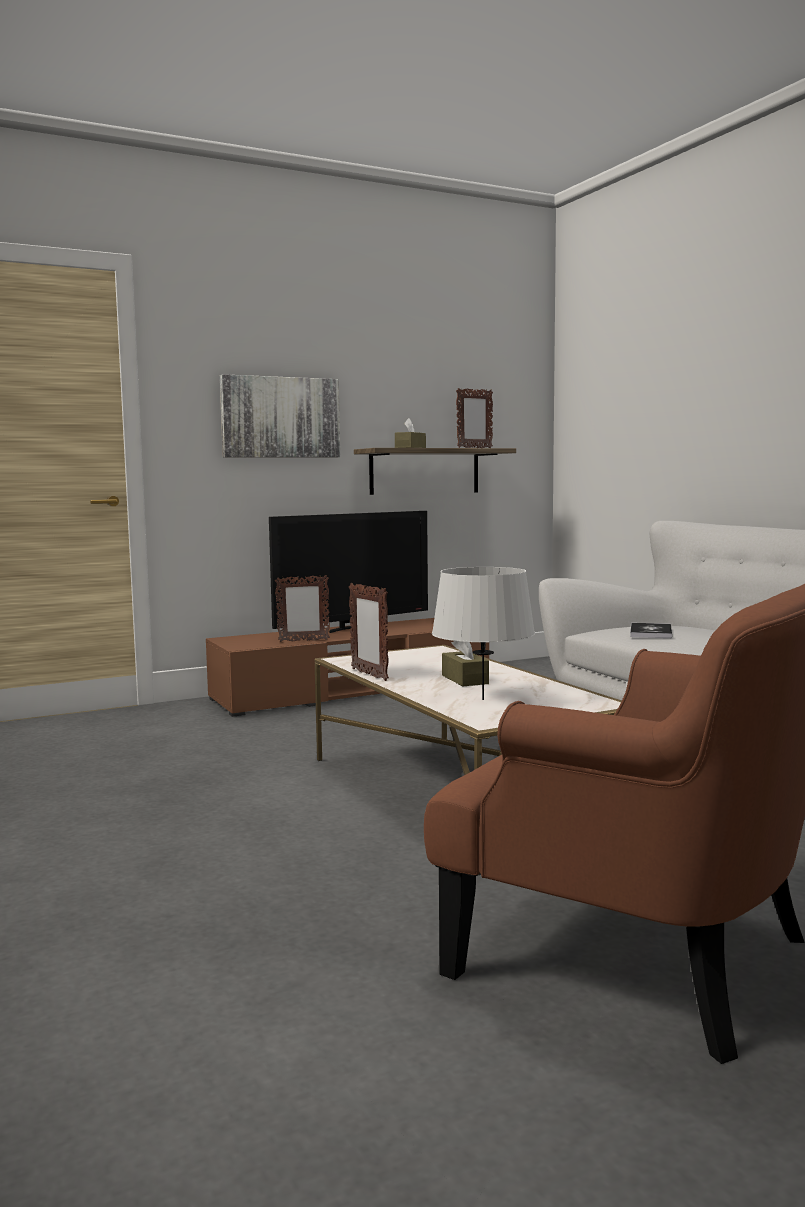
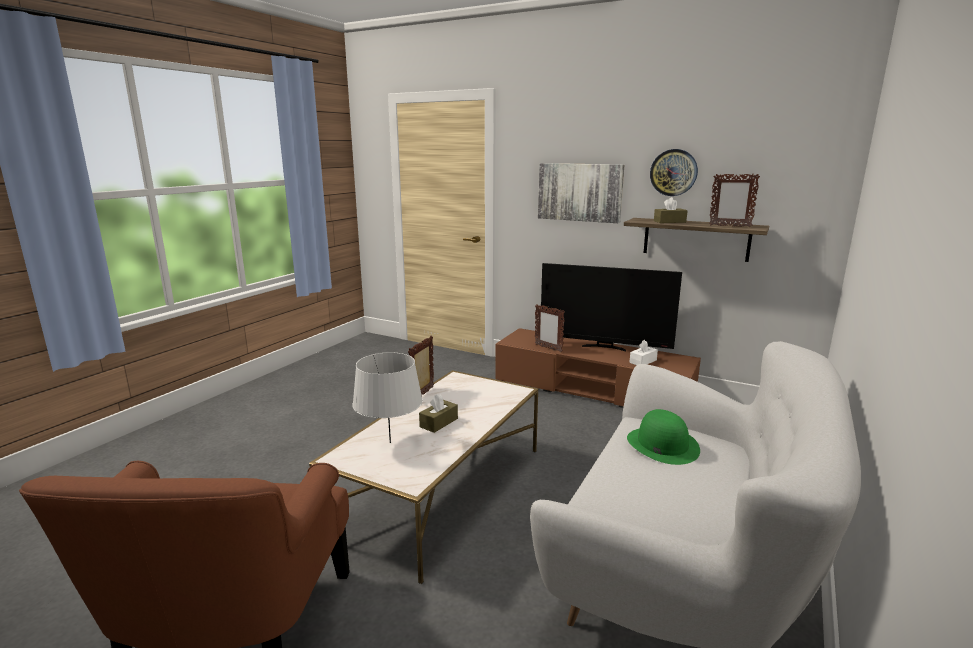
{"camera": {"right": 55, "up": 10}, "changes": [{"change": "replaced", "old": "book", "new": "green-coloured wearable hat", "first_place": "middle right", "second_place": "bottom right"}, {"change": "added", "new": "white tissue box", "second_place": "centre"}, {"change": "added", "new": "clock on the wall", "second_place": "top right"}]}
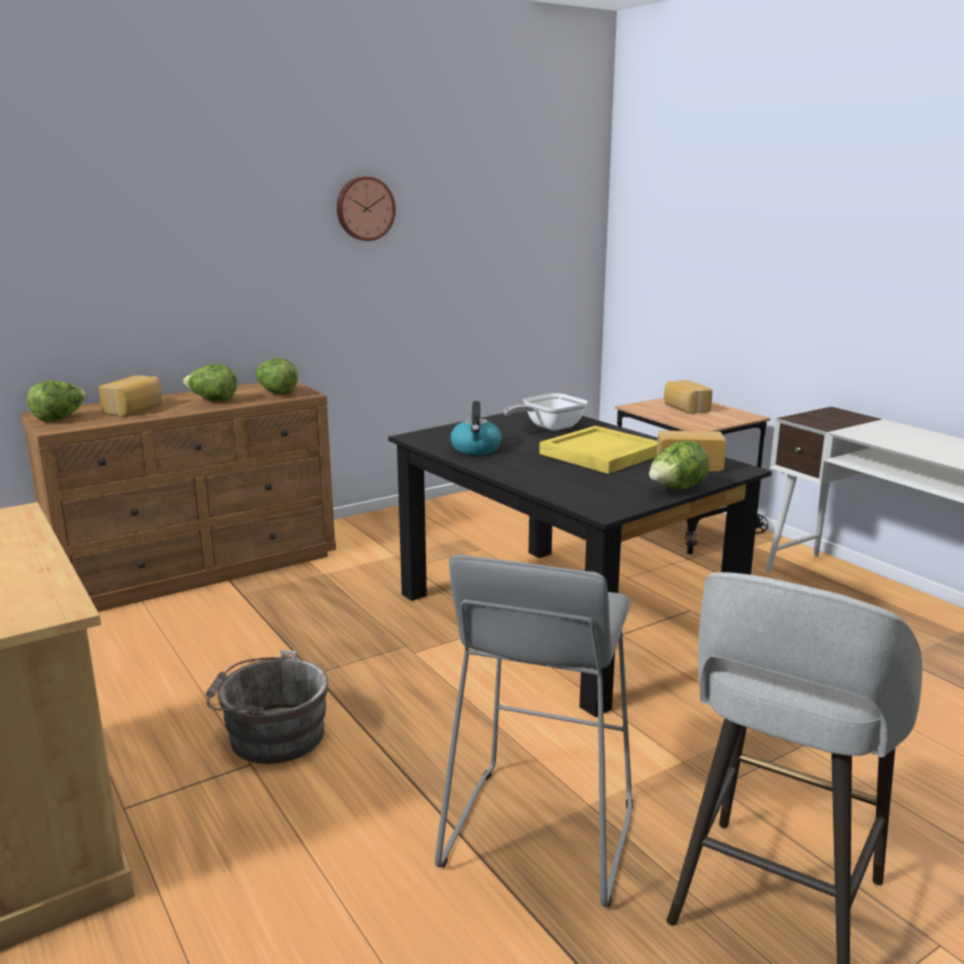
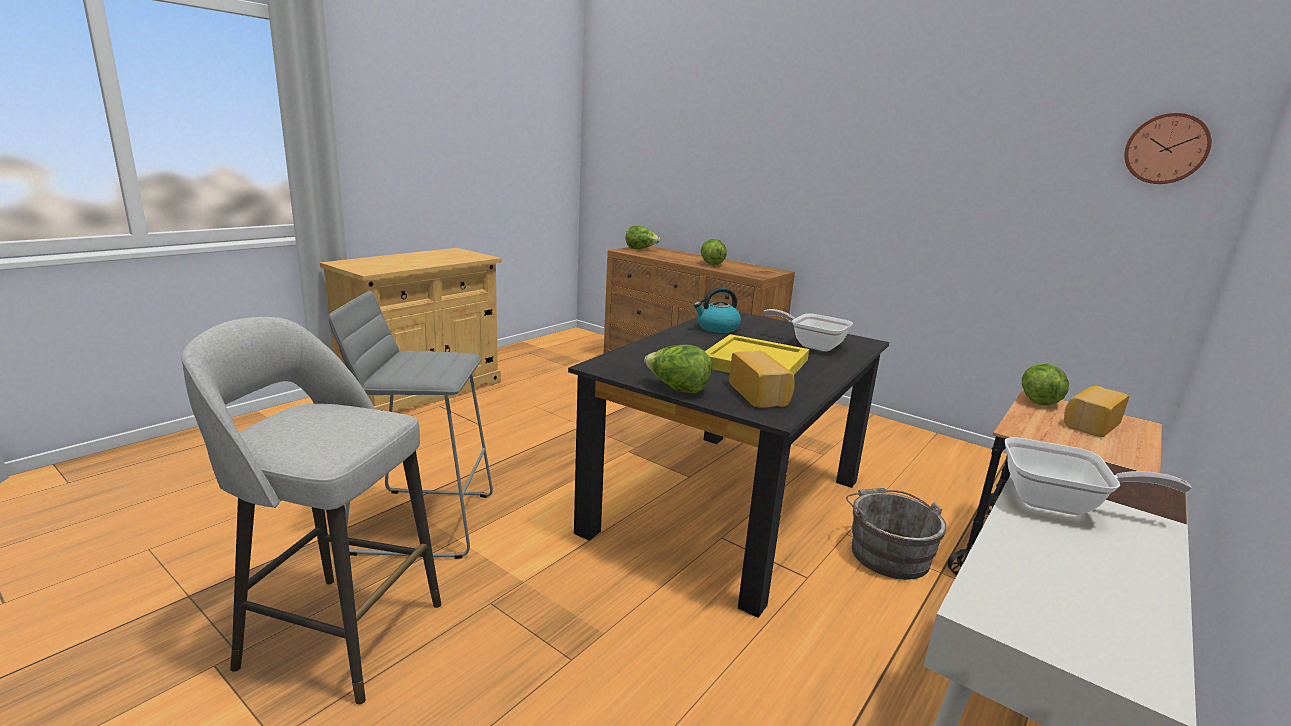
{"camera": {"right": 70, "up": 0}, "changes": [{"change": "moved", "old": "greyish water bucket", "first_place": "bottom left", "second_place": "bottom right"}, {"change": "added", "new": "pan (2nd from left)", "second_place": "middle right"}, {"change": "moved", "old": "lettuce head (3rd from left in the first image)", "new": "lettuce head (4th from left)", "first_place": "middle left", "second_place": "middle right"}, {"change": "moved", "old": "clock on the wall", "first_place": "top centre", "second_place": "top right"}, {"change": "removed", "old": "bakery bread (1st from left)", "first_place": "middle left"}]}
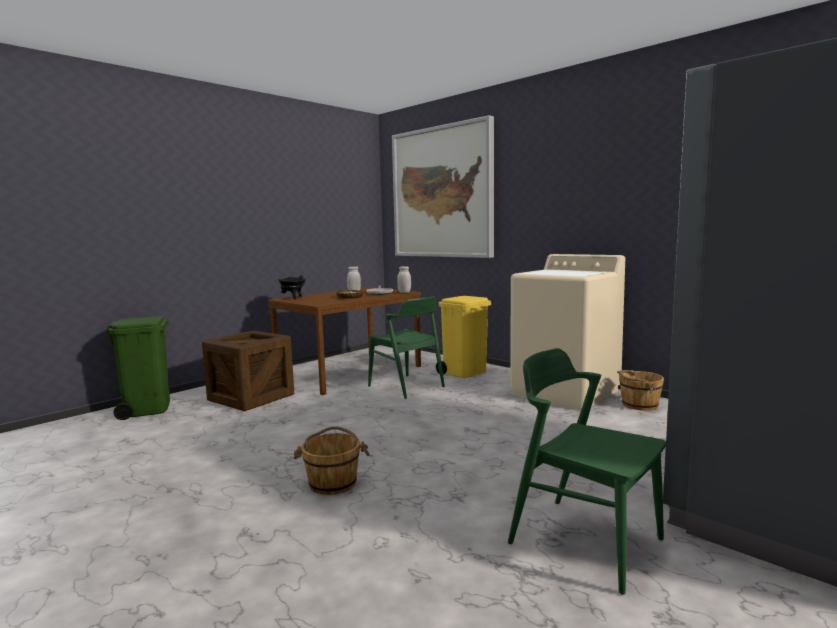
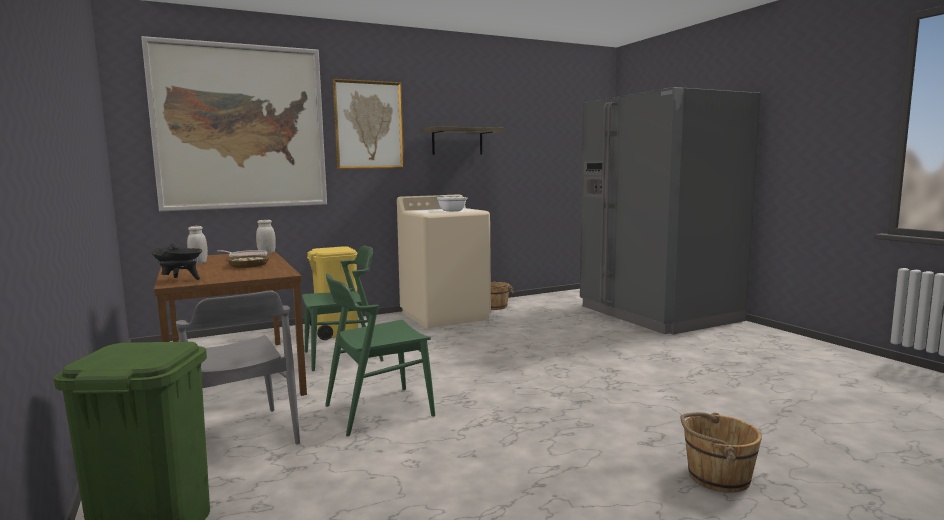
{"camera": {"right": -70, "up": 0}, "changes": [{"change": "replaced", "old": "crate", "new": "greyish upright chair", "first_place": "middle left", "second_place": "bottom left"}, {"change": "moved", "old": "green-coloured upright chair (2nd from left)", "first_place": "bottom right", "second_place": "bottom centre"}, {"change": "added", "new": "picture (2nd from left)", "second_place": "top centre"}, {"change": "added", "new": "shelf", "second_place": "top centre"}, {"change": "added", "new": "pan (2nd from left)", "second_place": "centre"}, {"change": "moved", "old": "brown water bucket (1st from left in the first image)", "new": "brown water bucket (2nd from left)", "first_place": "bottom centre", "second_place": "bottom right"}]}
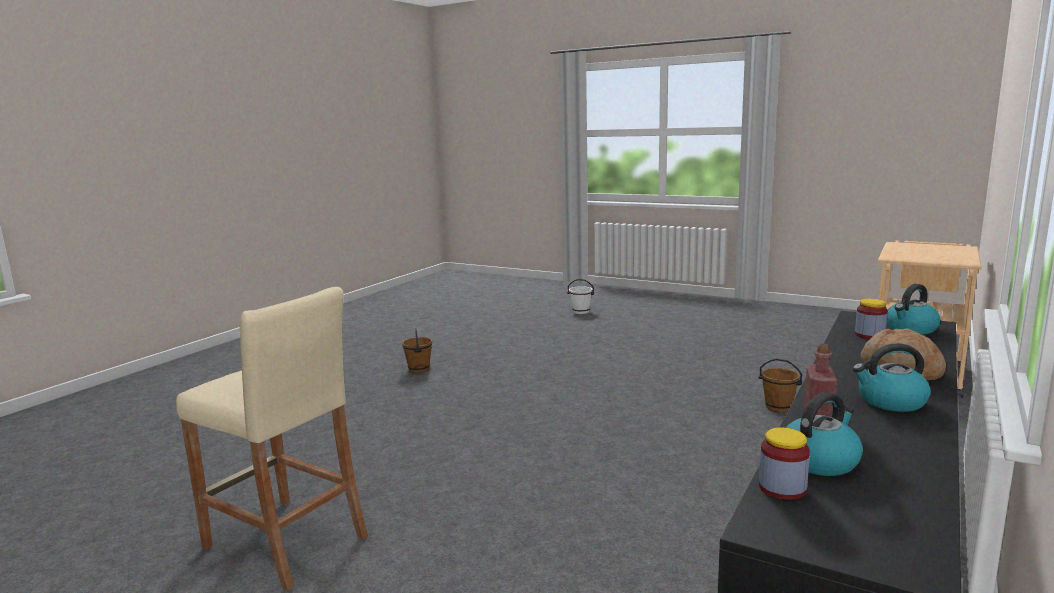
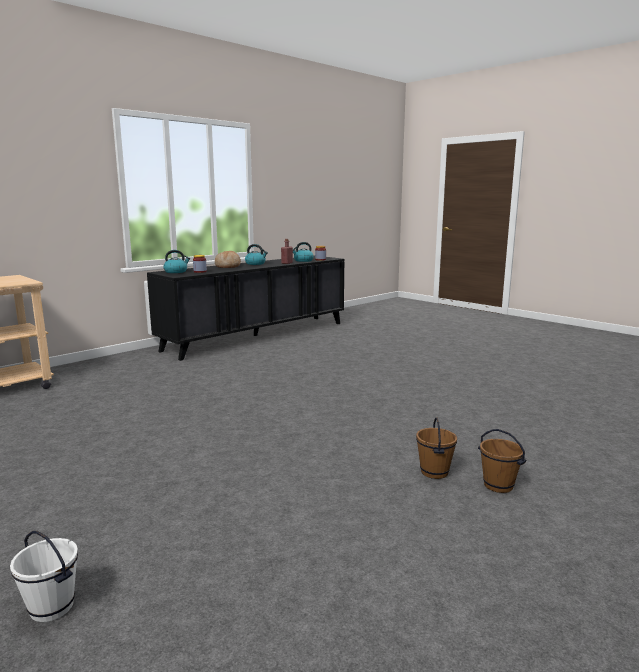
{"camera": {"right": -165, "up": 0}, "changes": [{"change": "moved", "old": "brown water bucket (2nd from left)", "first_place": "middle right", "second_place": "bottom right"}, {"change": "removed", "old": "beige stool seat", "first_place": "bottom left"}]}
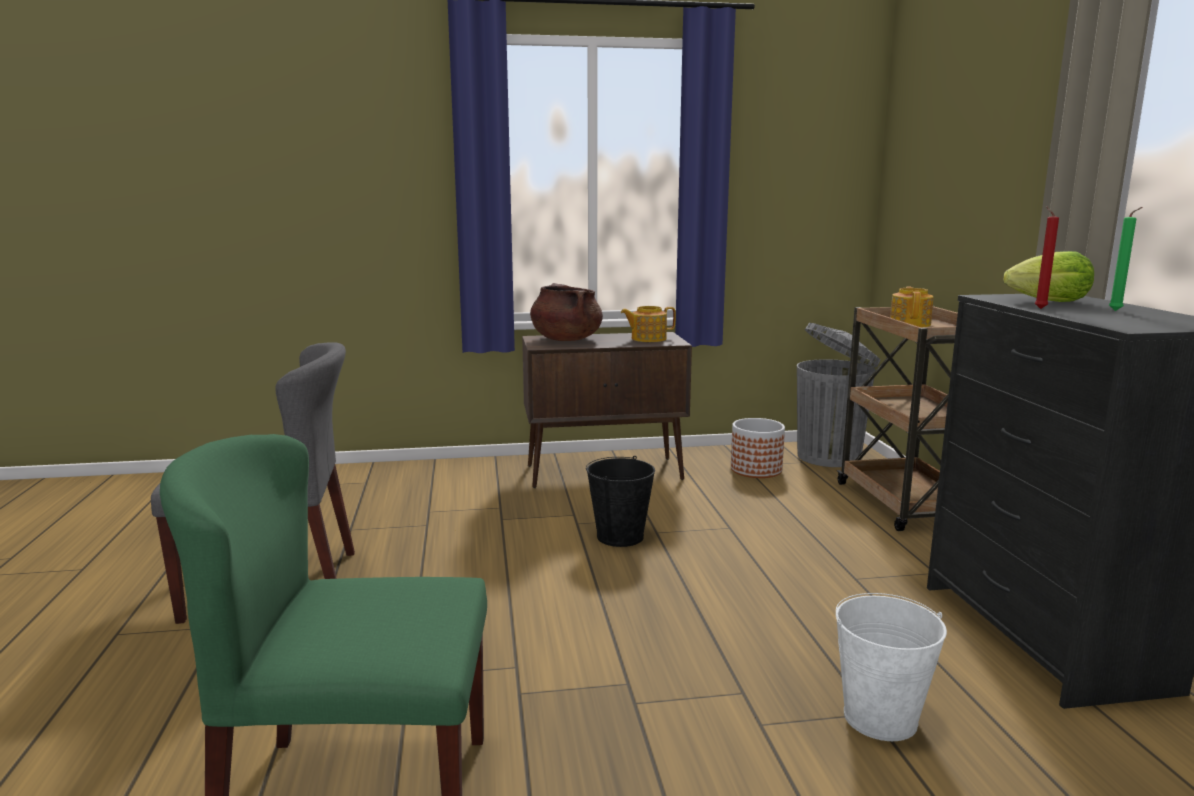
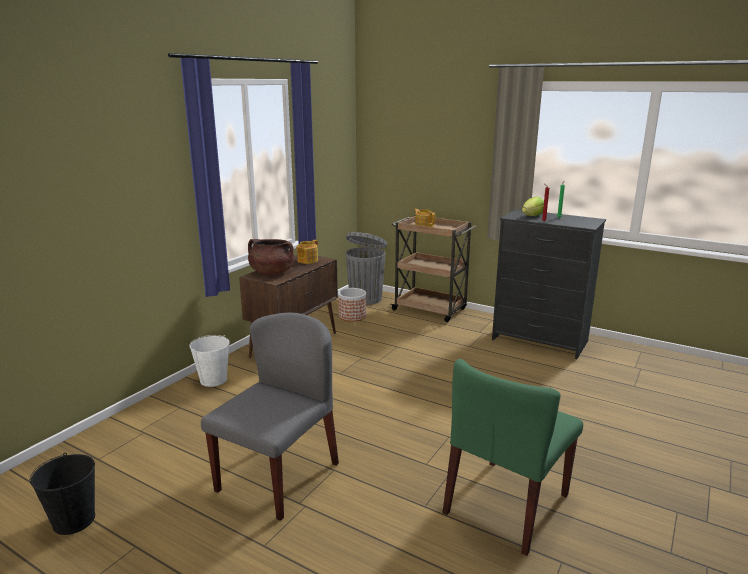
{"camera": {"right": -50, "up": 5}, "changes": [{"change": "moved", "old": "black water bucket", "first_place": "centre", "second_place": "bottom left"}, {"change": "moved", "old": "white water bucket", "first_place": "bottom right", "second_place": "middle left"}]}
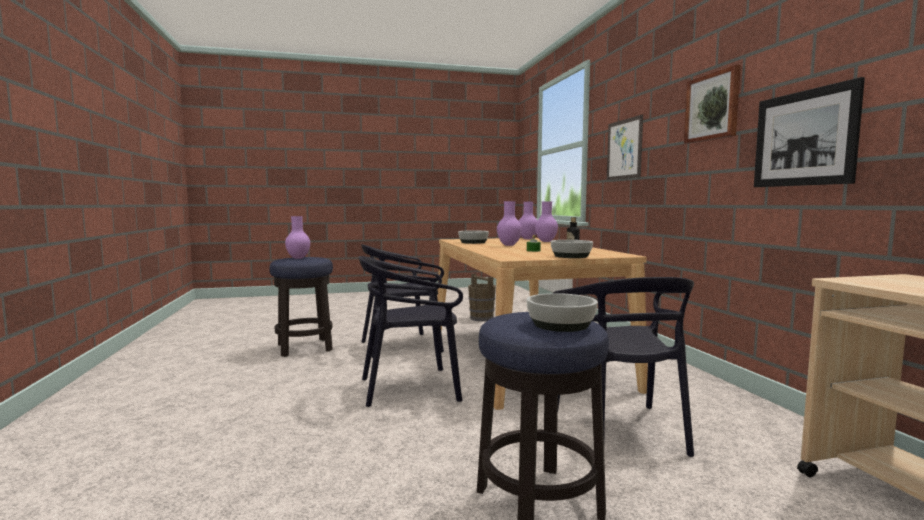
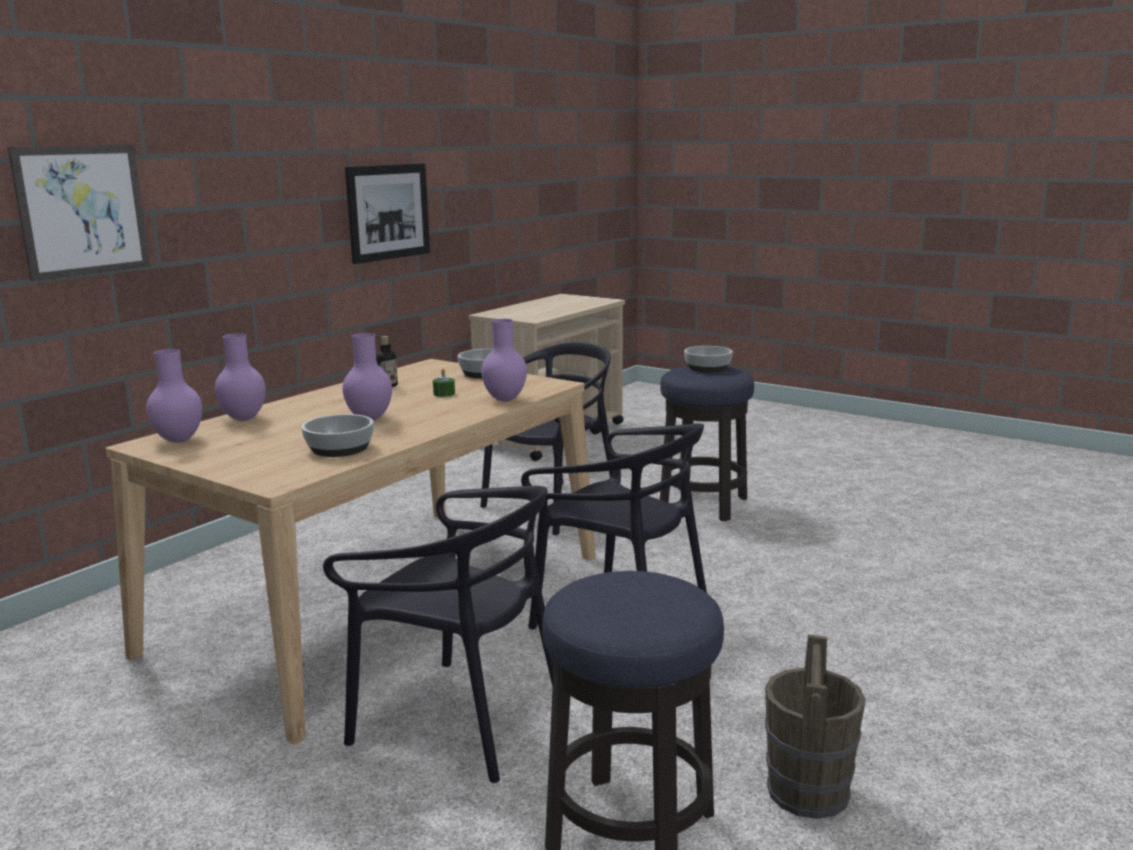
{"camera": {"right": -130, "up": 10}, "changes": [{"change": "moved", "old": "purple vase (1st from left in the first image)", "new": "purple vase (4th from left)", "first_place": "middle left", "second_place": "centre"}, {"change": "moved", "old": "brown water bucket", "first_place": "centre", "second_place": "bottom right"}, {"change": "removed", "old": "picture (2nd from left)", "first_place": "top right"}]}
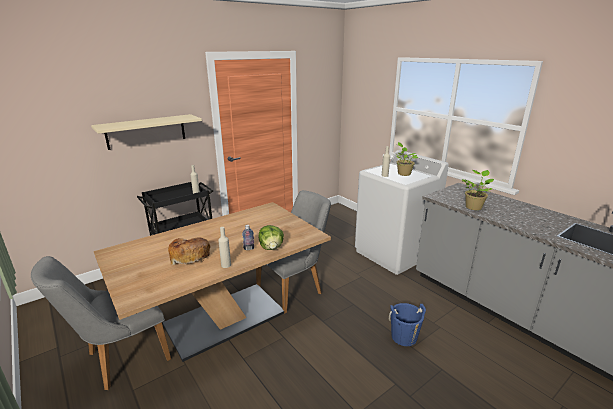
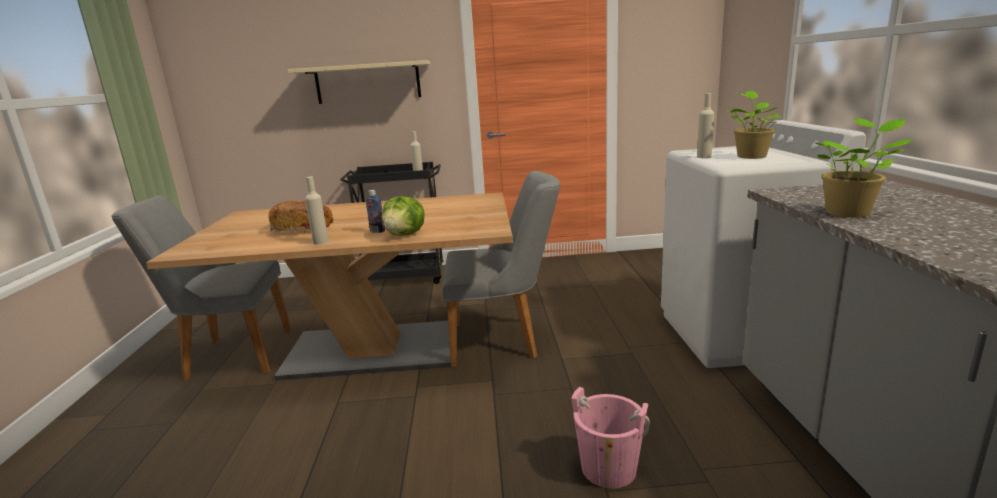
{"camera": {"right": 35, "up": -5}, "changes": [{"change": "recoloured", "old": "blue water bucket", "new": "pinkish water bucket", "first_place": "bottom centre", "second_place": "bottom centre"}]}
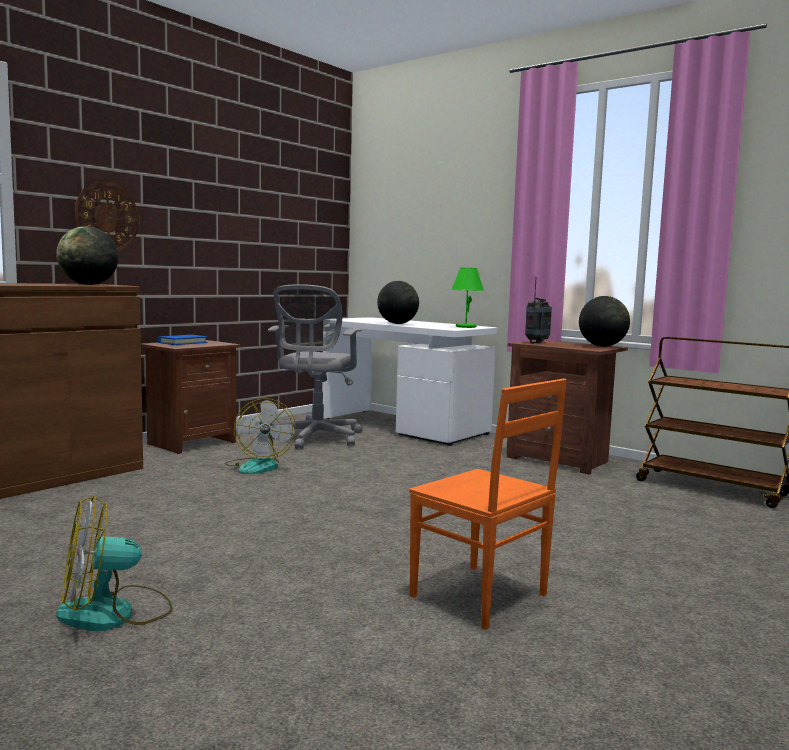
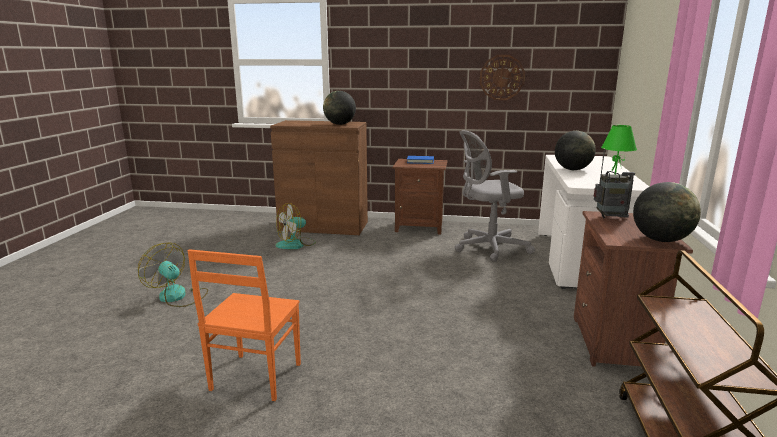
{"camera": {"right": 60, "up": 10}, "changes": [{"change": "moved", "old": "cooling fan (2nd from left)", "first_place": "middle left", "second_place": "centre"}, {"change": "moved", "old": "clock on the wall", "first_place": "top left", "second_place": "top centre"}]}
